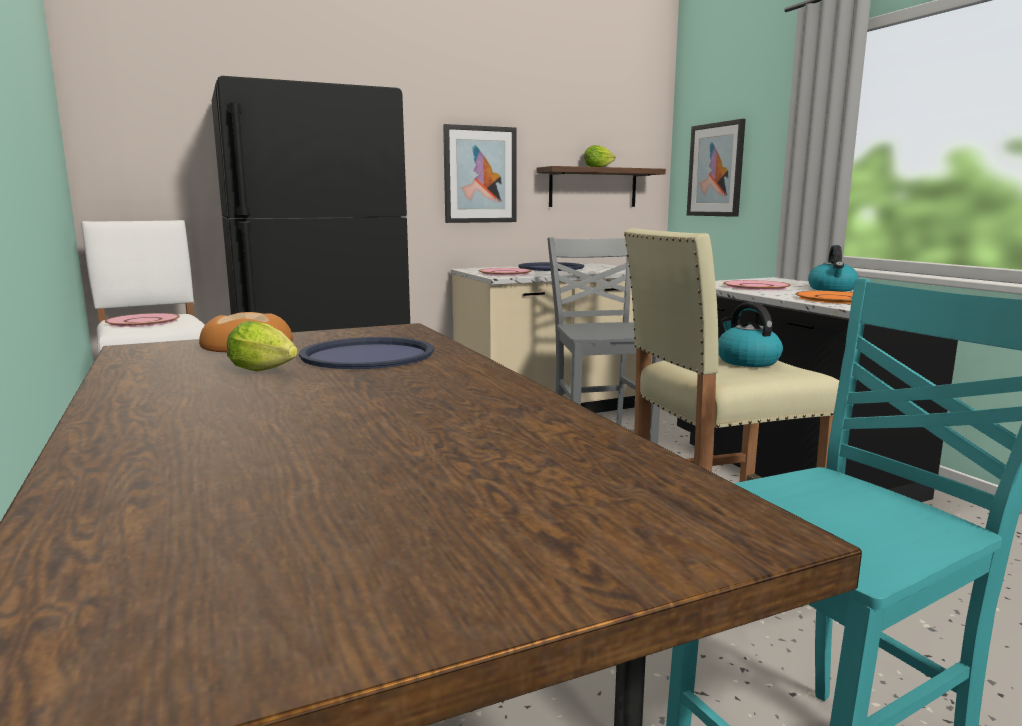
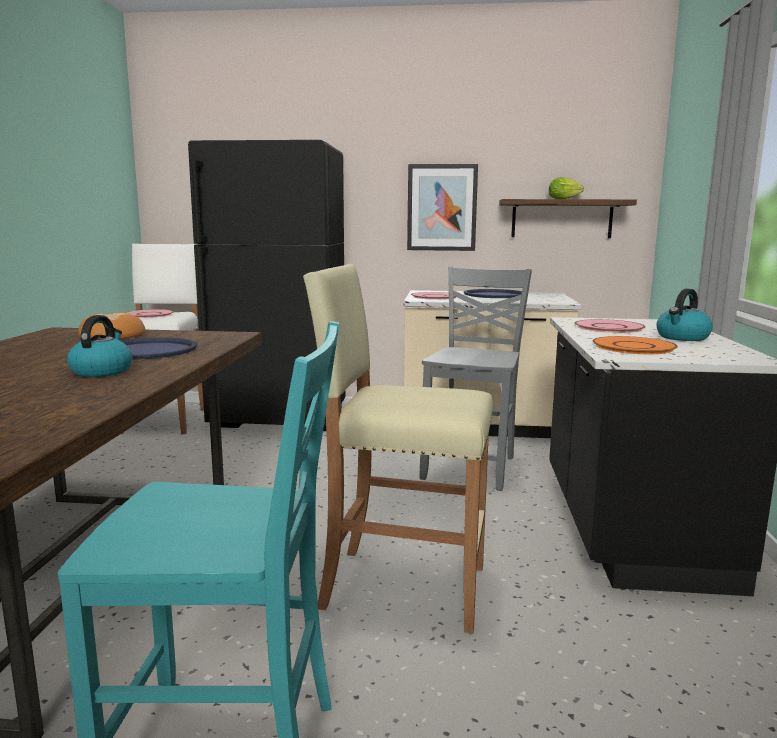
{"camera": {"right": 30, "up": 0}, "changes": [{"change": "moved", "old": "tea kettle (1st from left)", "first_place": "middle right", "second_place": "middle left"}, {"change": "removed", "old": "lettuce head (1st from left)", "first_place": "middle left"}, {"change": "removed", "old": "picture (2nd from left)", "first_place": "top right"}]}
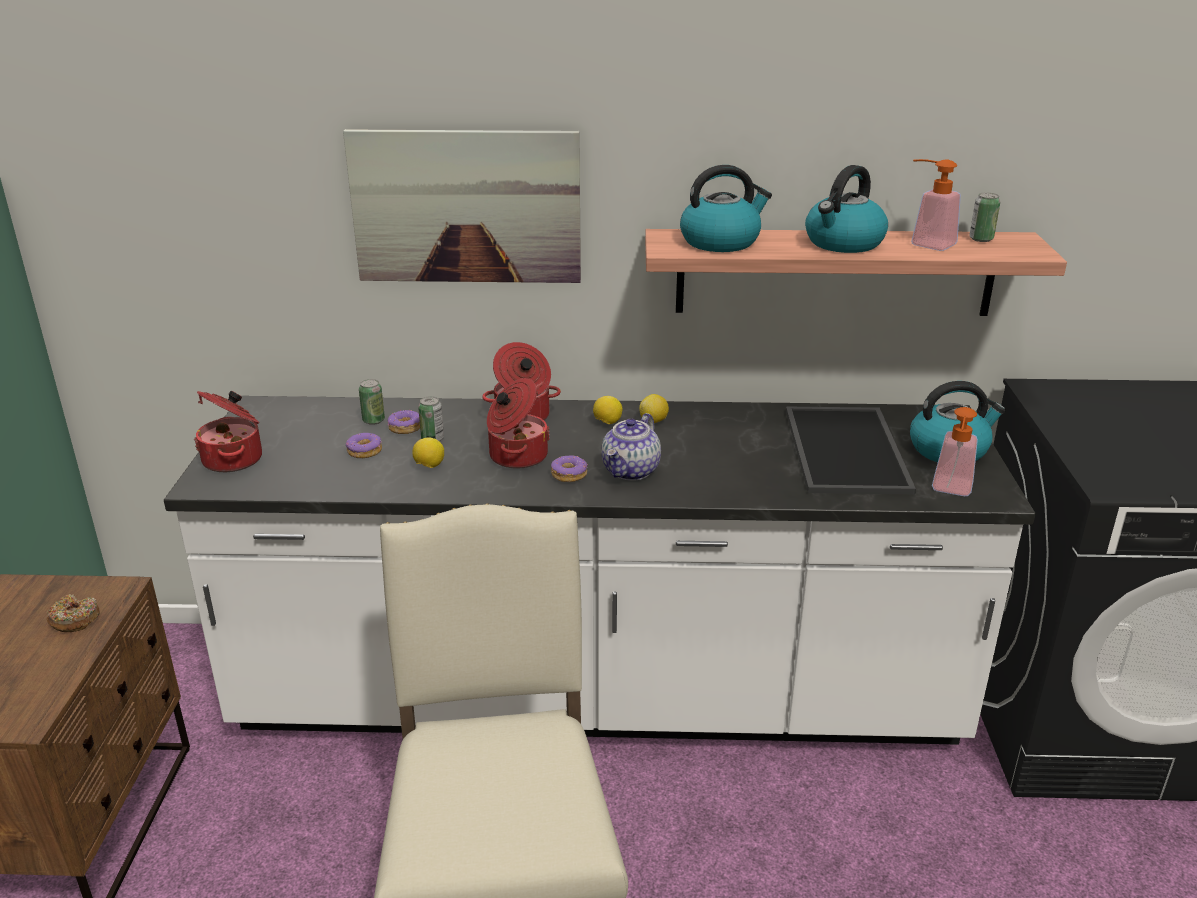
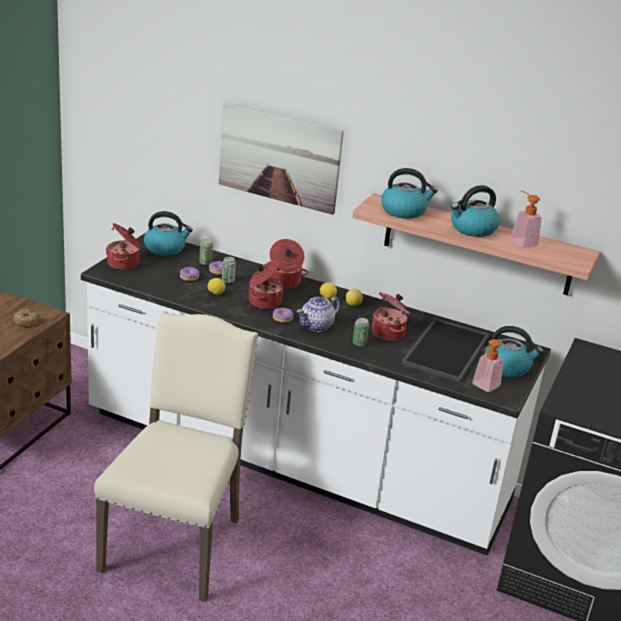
{"camera": {"right": 20, "up": 0}, "changes": [{"change": "added", "new": "tea kettle (1st from left)", "second_place": "middle left"}, {"change": "moved", "old": "metal can (3rd from left)", "first_place": "top right", "second_place": "centre"}, {"change": "added", "new": "cooking pot (4th from left)", "second_place": "centre"}]}
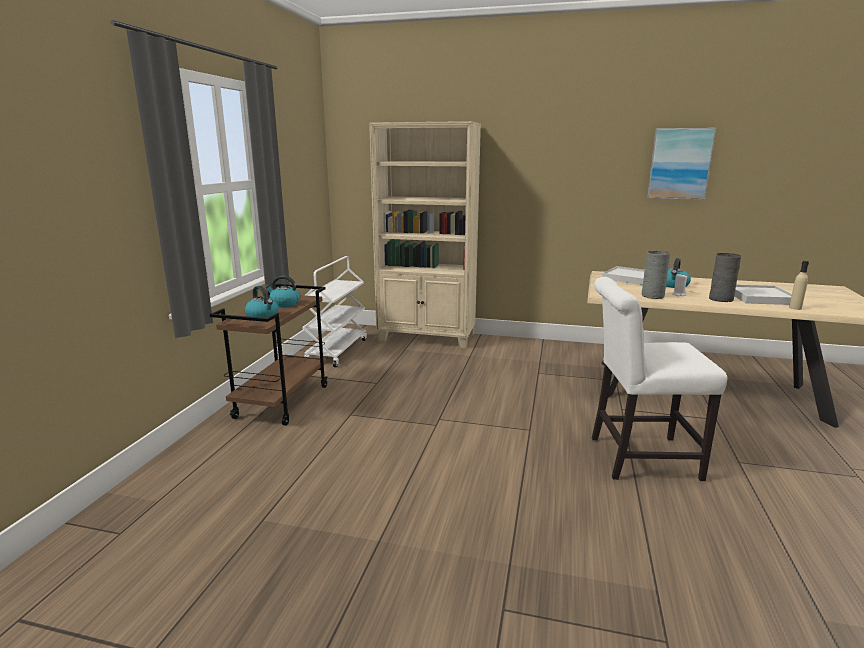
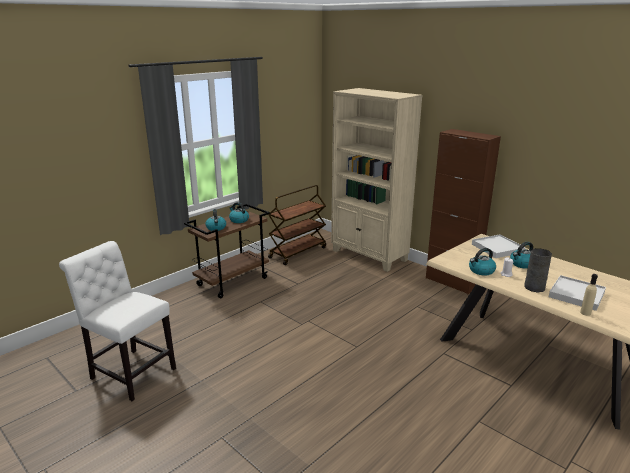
{"camera": {"right": 30, "up": 5}, "changes": [{"change": "moved", "old": "white upright chair", "first_place": "middle right", "second_place": "bottom left"}, {"change": "recoloured", "old": "white wheeled cart", "new": "brown wheeled cart (2nd from left)", "first_place": "centre", "second_place": "centre"}, {"change": "added", "new": "brown cupboard", "second_place": "middle right"}, {"change": "replaced", "old": "greyish vase (1st from left)", "new": "tea kettle (3rd from left)", "first_place": "middle right", "second_place": "middle right"}, {"change": "removed", "old": "picture", "first_place": "top right"}]}
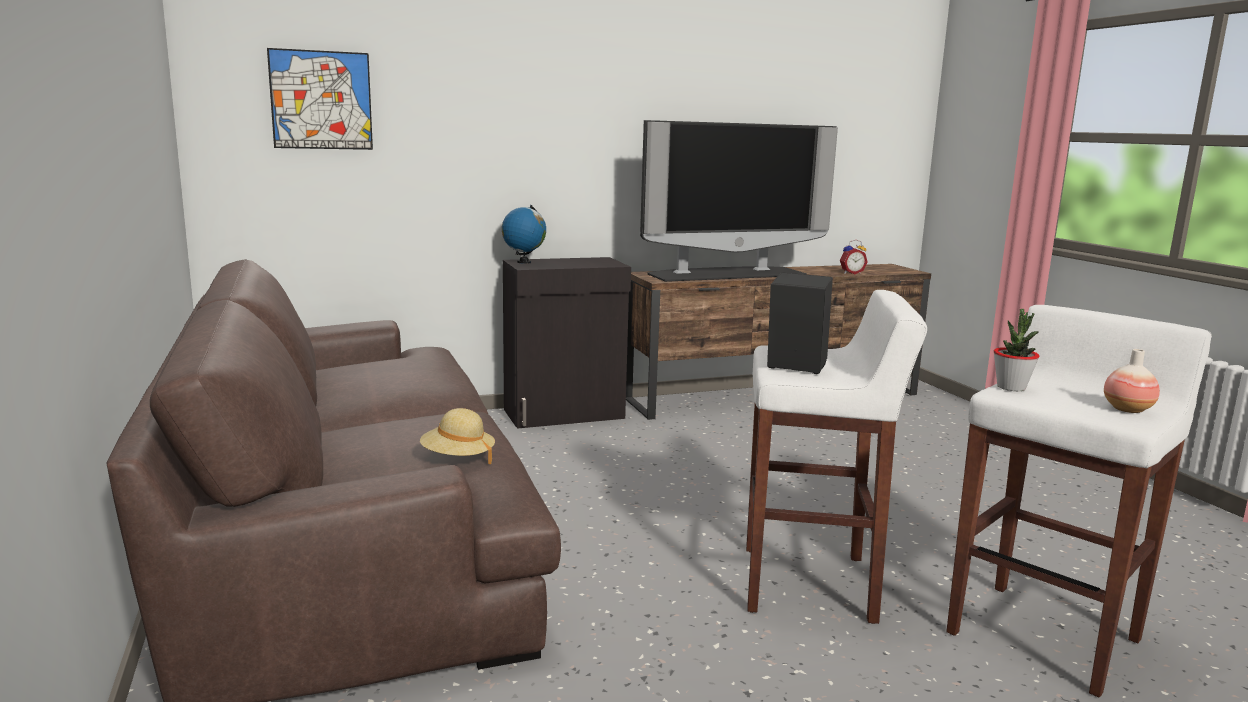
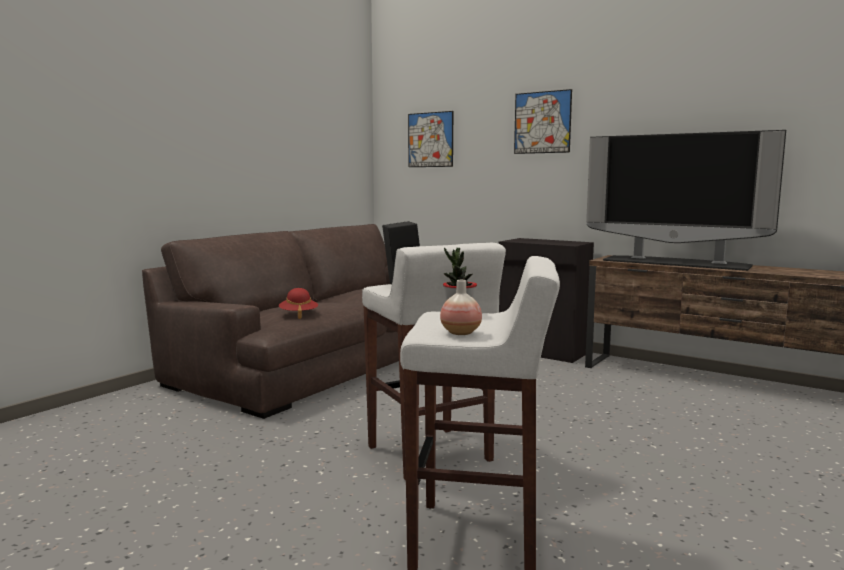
{"camera": {"right": 55, "up": -5}, "changes": [{"change": "recoloured", "old": "beige wearable hat", "new": "red wearable hat", "first_place": "centre", "second_place": "centre"}, {"change": "added", "new": "picture (2nd from left)", "second_place": "top centre"}, {"change": "removed", "old": "world globe", "first_place": "centre"}, {"change": "removed", "old": "alarm clock", "first_place": "middle right"}]}
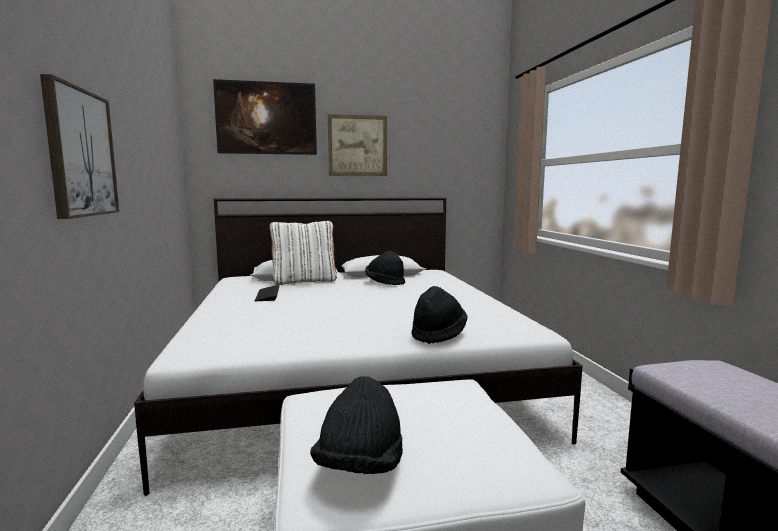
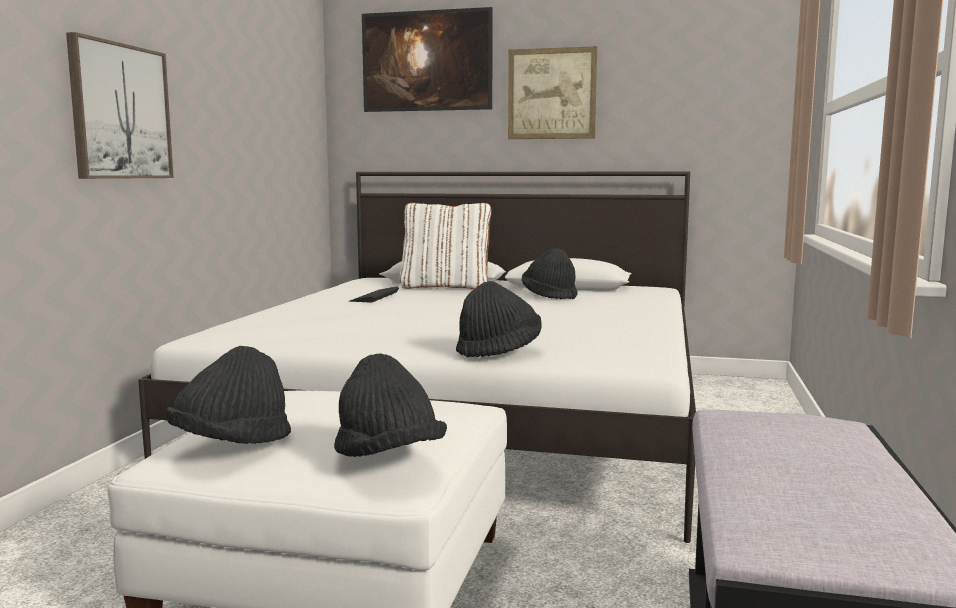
{"camera": {"right": 25, "up": 0}, "changes": [{"change": "added", "new": "black wearable hat (2nd from left)", "second_place": "centre"}]}
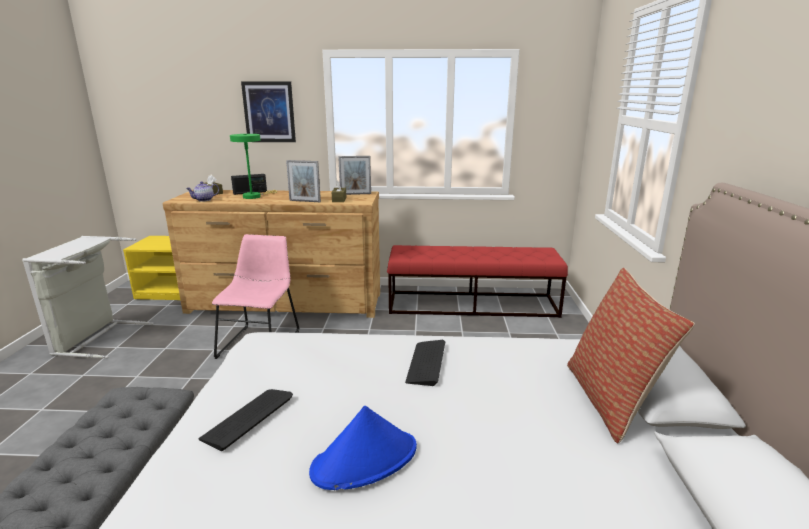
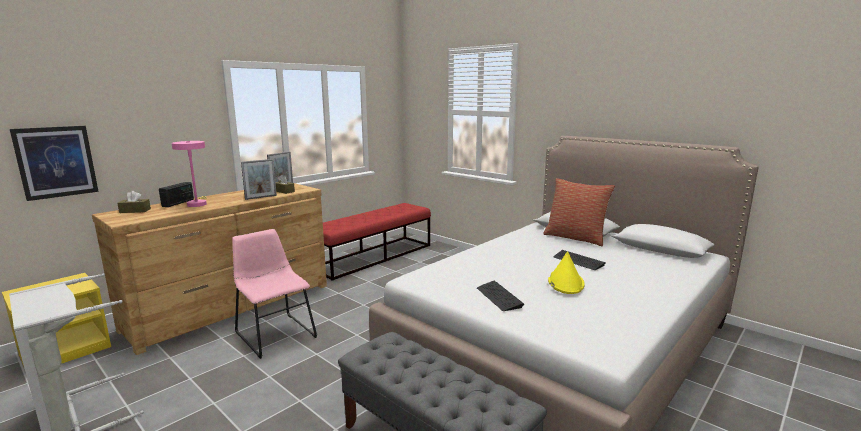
{"camera": {"right": -50, "up": -5}, "changes": [{"change": "moved", "old": "picture", "first_place": "top left", "second_place": "middle left"}, {"change": "recoloured", "old": "green-coloured tabletop lamp", "new": "pinkish tabletop lamp", "first_place": "top left", "second_place": "middle left"}, {"change": "recoloured", "old": "blue wearable hat", "new": "yellowish wearable hat", "first_place": "bottom centre", "second_place": "centre"}, {"change": "moved", "old": "PC keyboard (2nd from left)", "first_place": "bottom centre", "second_place": "middle right"}, {"change": "removed", "old": "teapot", "first_place": "middle left"}]}
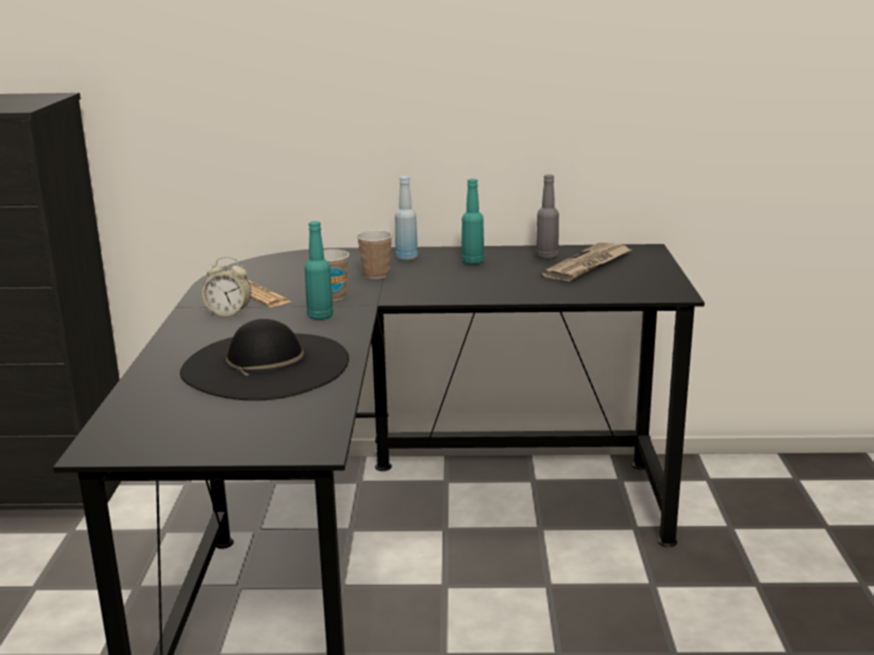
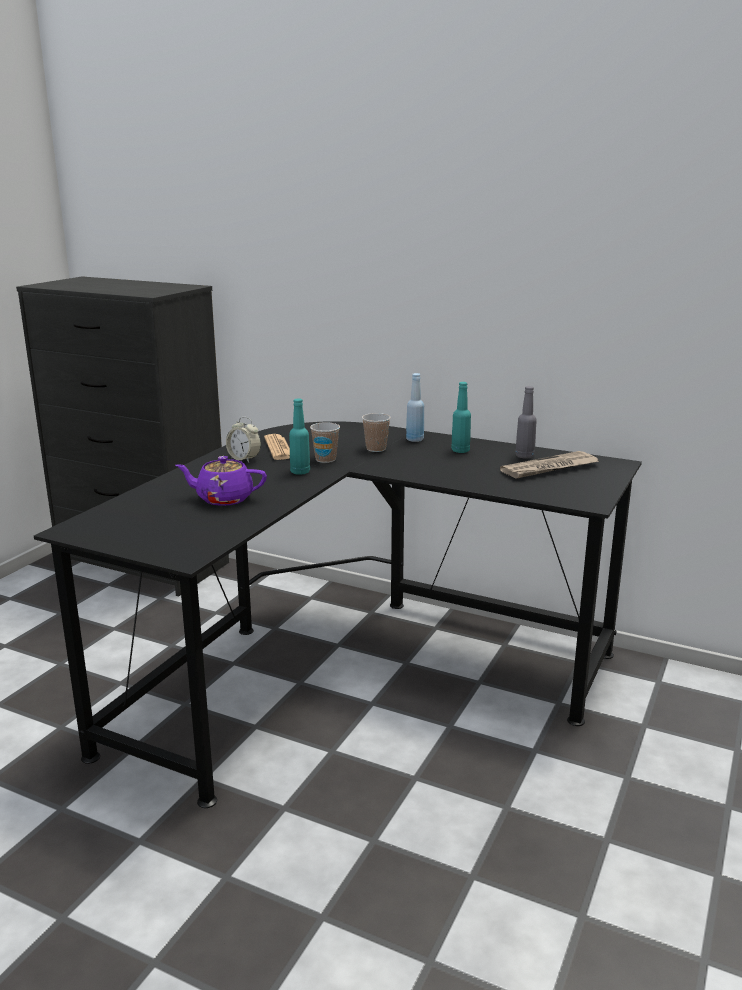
{"camera": {"right": 25, "up": 0}, "changes": [{"change": "replaced", "old": "black wearable hat", "new": "purple teapot", "first_place": "middle left", "second_place": "middle left"}]}
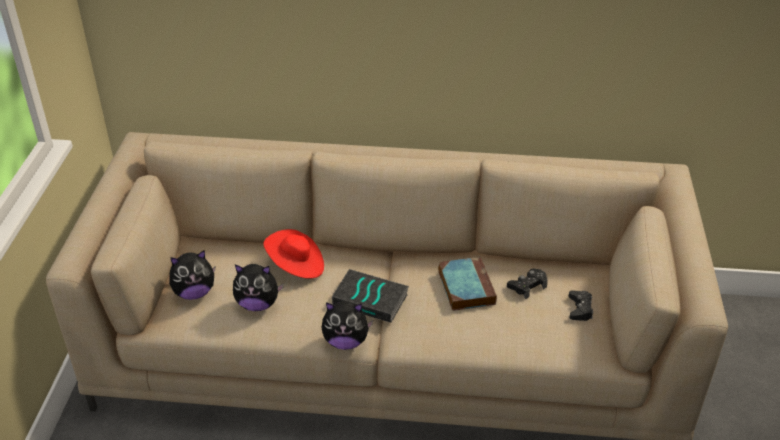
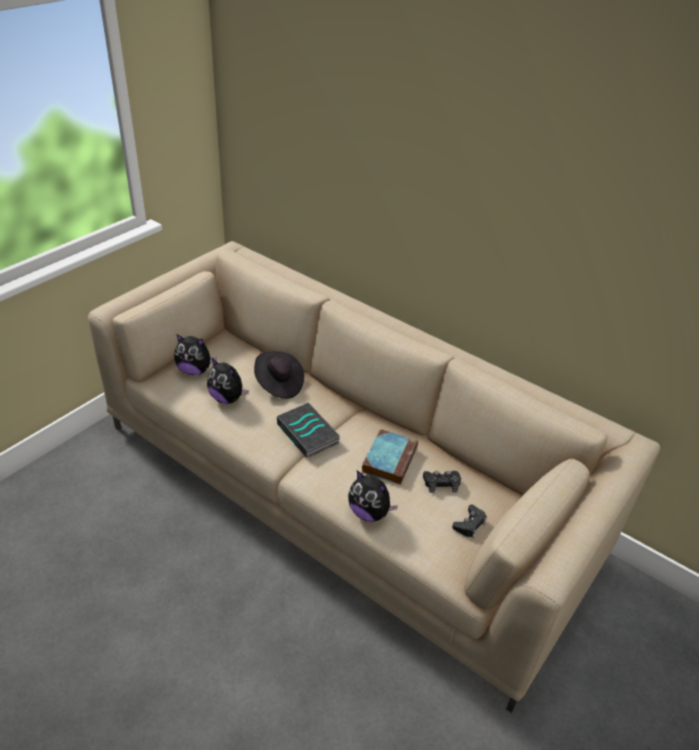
{"camera": {"right": 30, "up": 0}, "changes": [{"change": "recoloured", "old": "red wearable hat", "new": "black wearable hat", "first_place": "centre", "second_place": "centre"}, {"change": "moved", "old": "cuddly toy (3rd from left)", "first_place": "bottom centre", "second_place": "centre"}]}
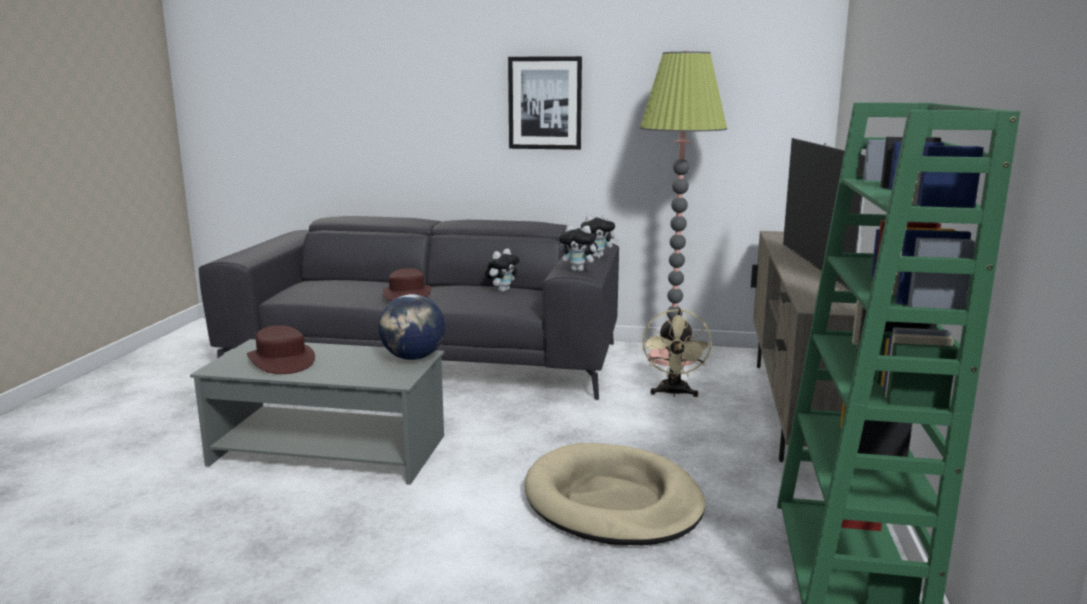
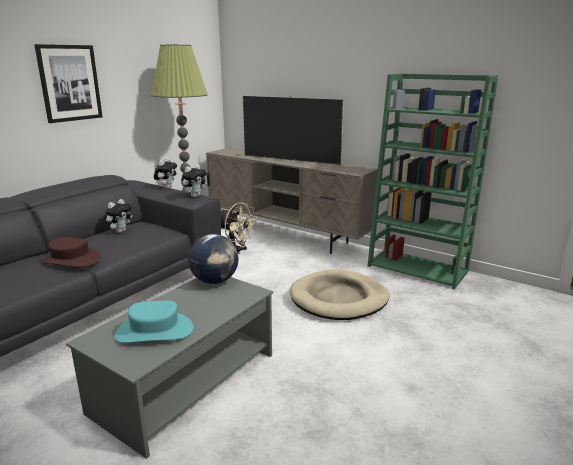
{"camera": {"right": -65, "up": 5}, "changes": [{"change": "turned", "old": "cuddly toy (1st from left)", "first_place": "centre", "second_place": "middle left", "degrees": 60}, {"change": "recoloured", "old": "brown wearable hat (1st from left)", "new": "turquoise wearable hat", "first_place": "middle left", "second_place": "bottom left"}]}
